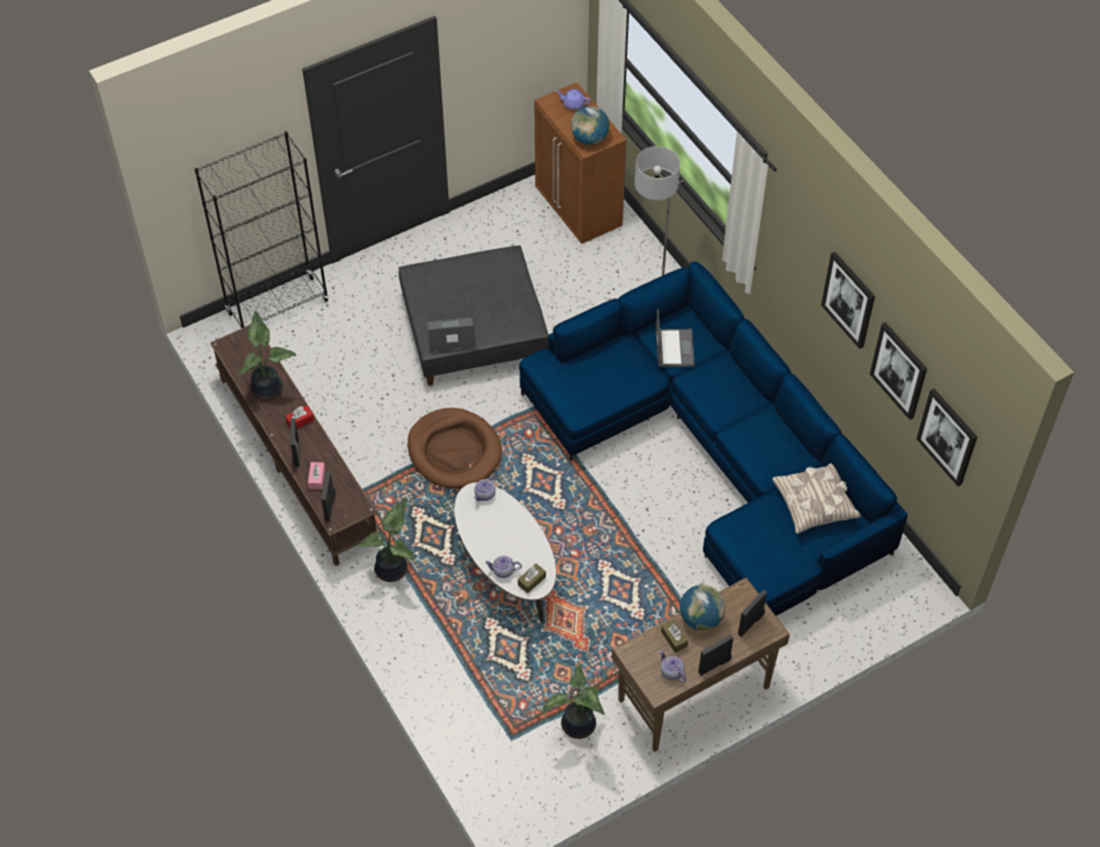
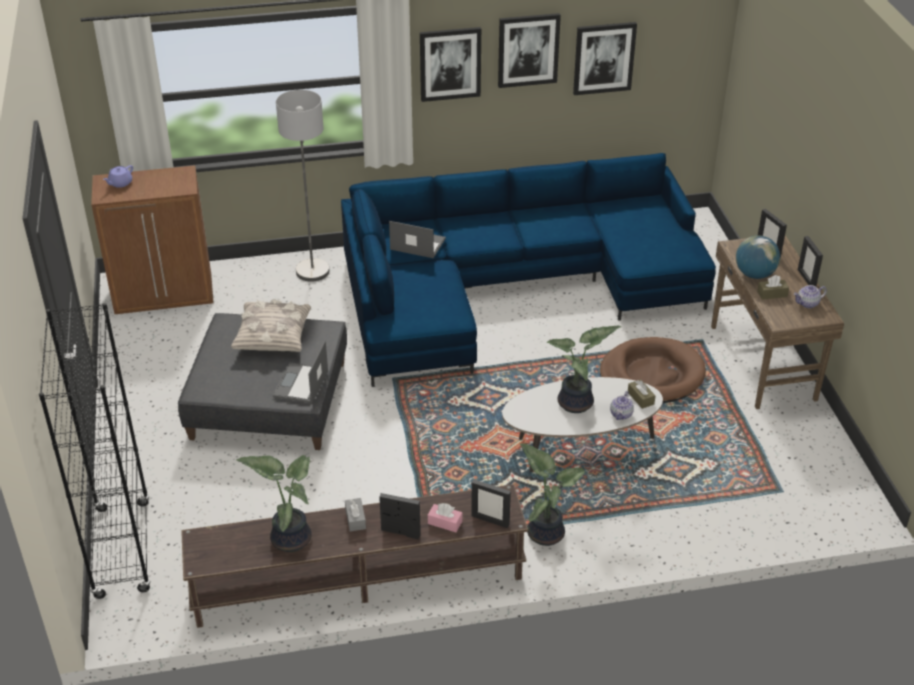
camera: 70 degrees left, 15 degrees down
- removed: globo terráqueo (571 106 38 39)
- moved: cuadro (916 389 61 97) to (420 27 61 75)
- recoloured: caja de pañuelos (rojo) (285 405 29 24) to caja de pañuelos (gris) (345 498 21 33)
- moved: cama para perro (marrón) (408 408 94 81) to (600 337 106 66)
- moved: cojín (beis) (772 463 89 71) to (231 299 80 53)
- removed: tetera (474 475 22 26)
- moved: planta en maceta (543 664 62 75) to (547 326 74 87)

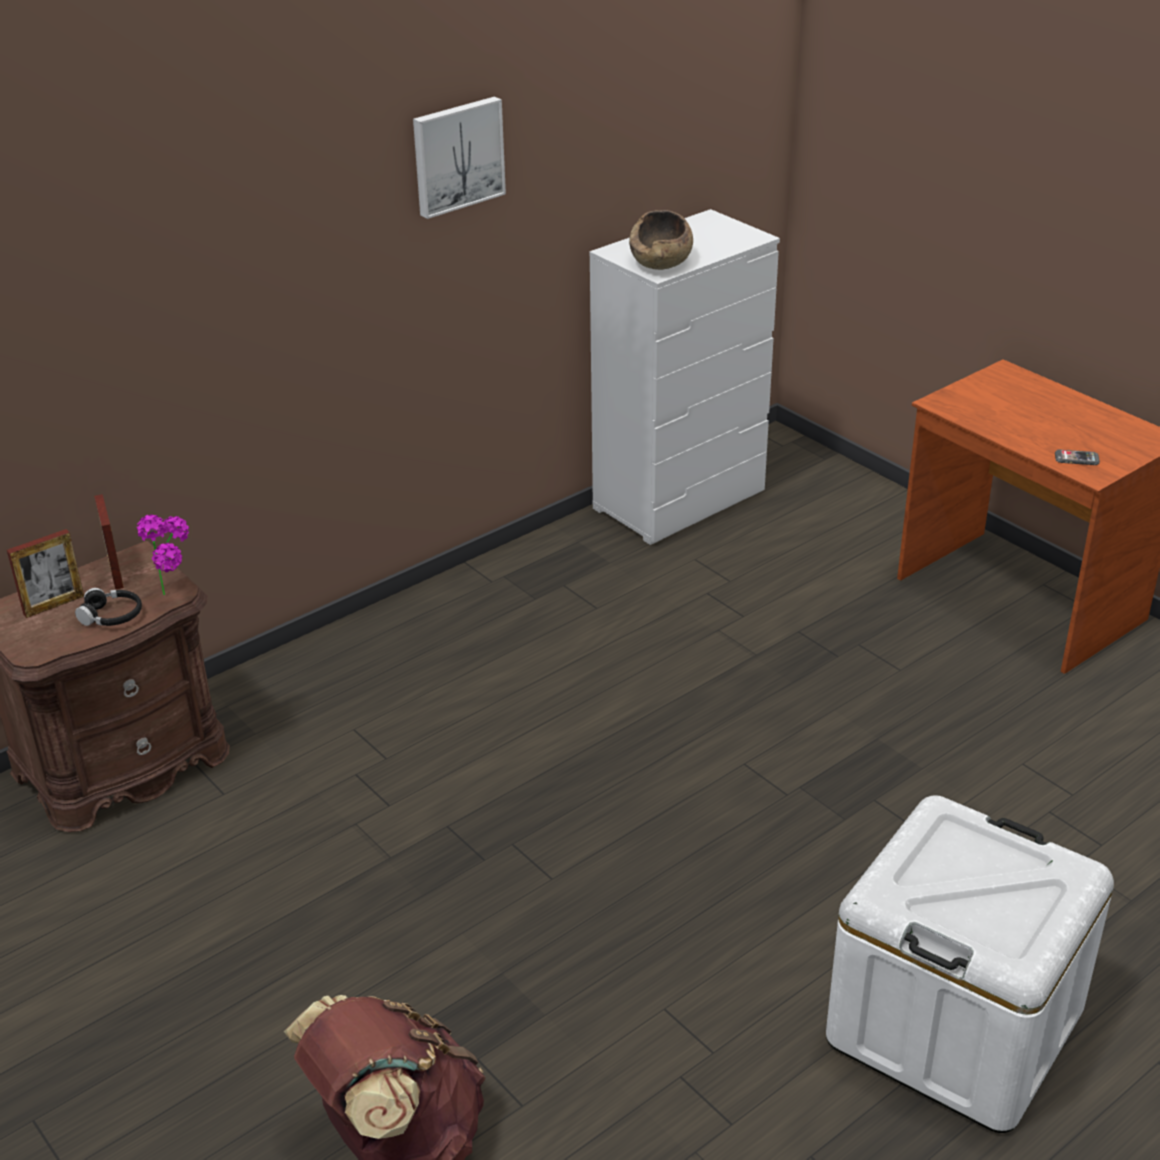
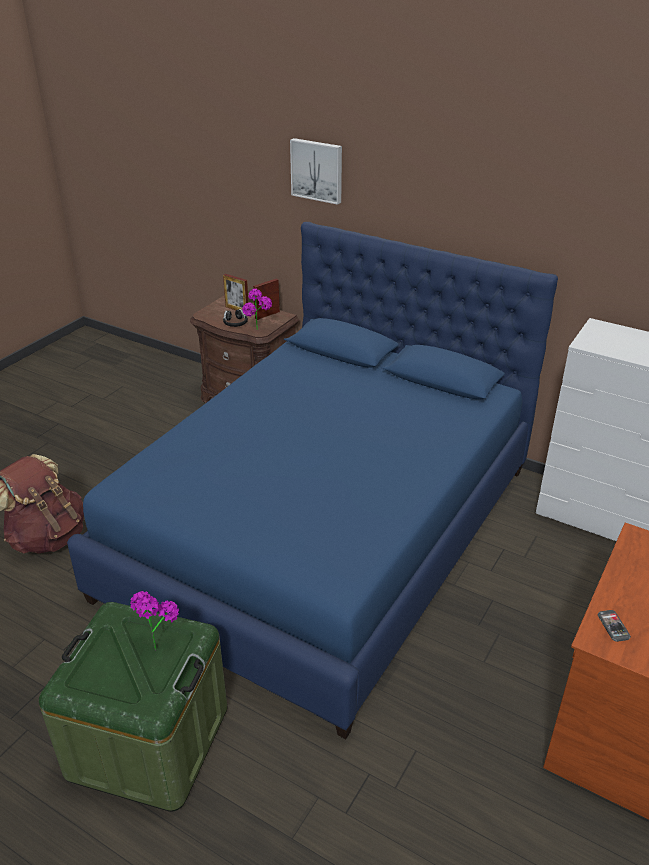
camera: 70 degrees right, 0 degrees up
- moved: cuadro (413 97 93 122) to (290 138 52 67)
- removed: cuenco (marrón) (629 210 64 60)
- recoloured: caja de almacenaje (blanco) (826 795 288 338) to caja de almacenaje (verde) (39 602 188 210)
- added: cama (azul) (67 222 491 517)
- added: planta en maceta (131 591 48 59)

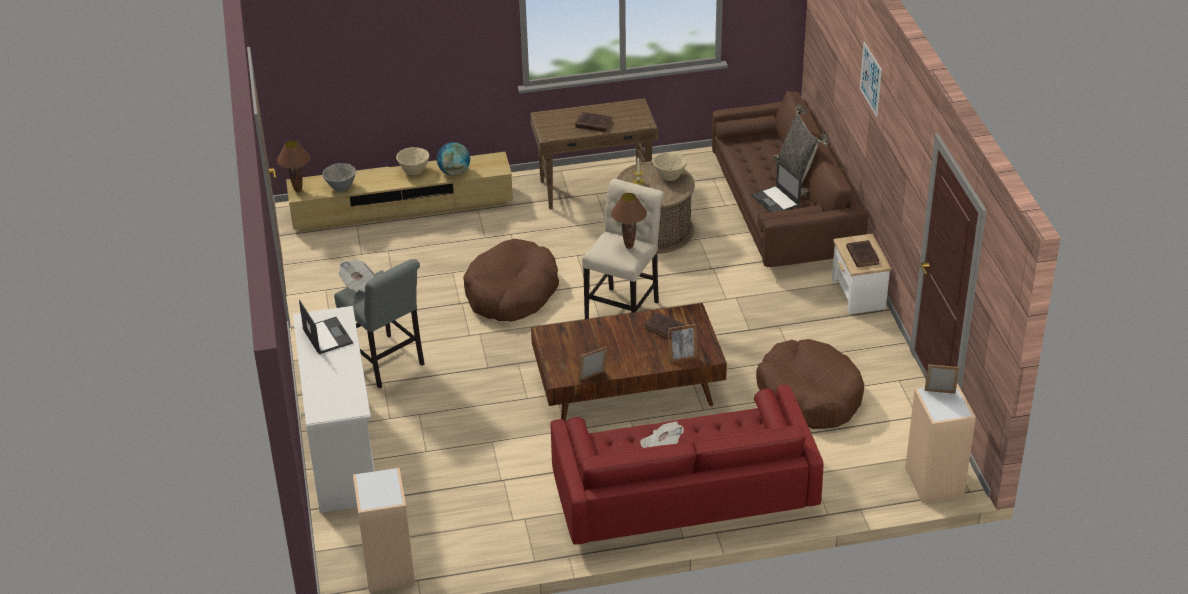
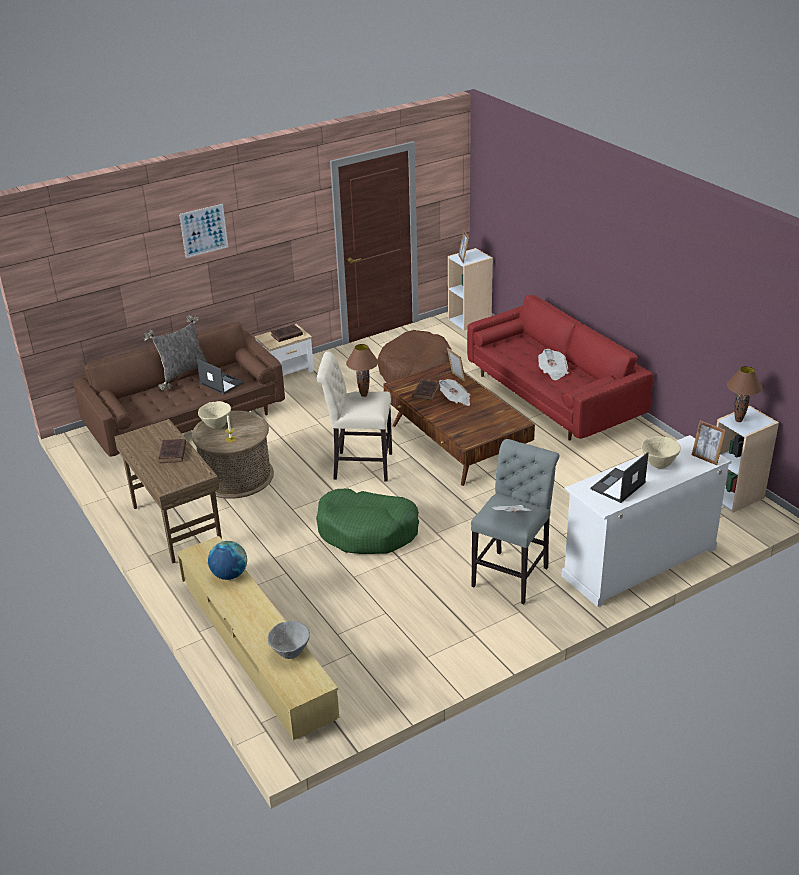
camera: 110 degrees left, 5 degrees down
- moved: lámpara de mesa (marrón) (277 140 33 52) to (727 366 35 56)
- moved: cuenco (beis) (396 147 33 28) to (641 436 40 33)
- turned: portátil (751 160 50 53) = (197 359 47 35) 90 degrees counterclockwise
- recoloured: cama para perro (marrón) (463 239 96 82) to cama para perro (verde) (316 488 103 66)
- moved: portarretratos (578 346 29 35) to (692 420 34 45)
- added: periódico (439 379 31 27)

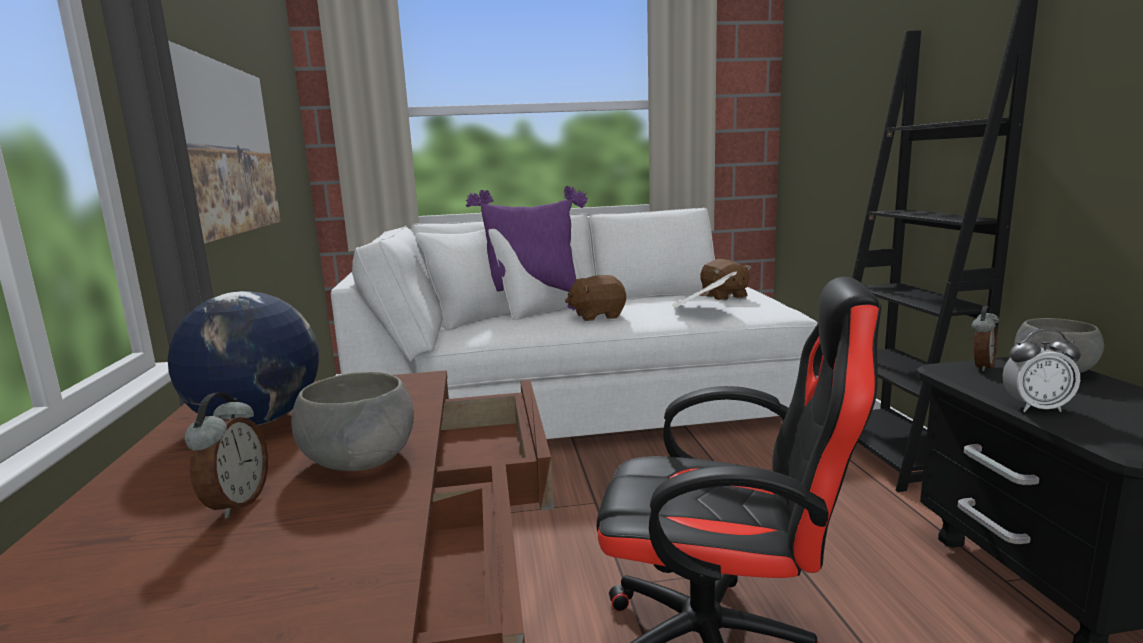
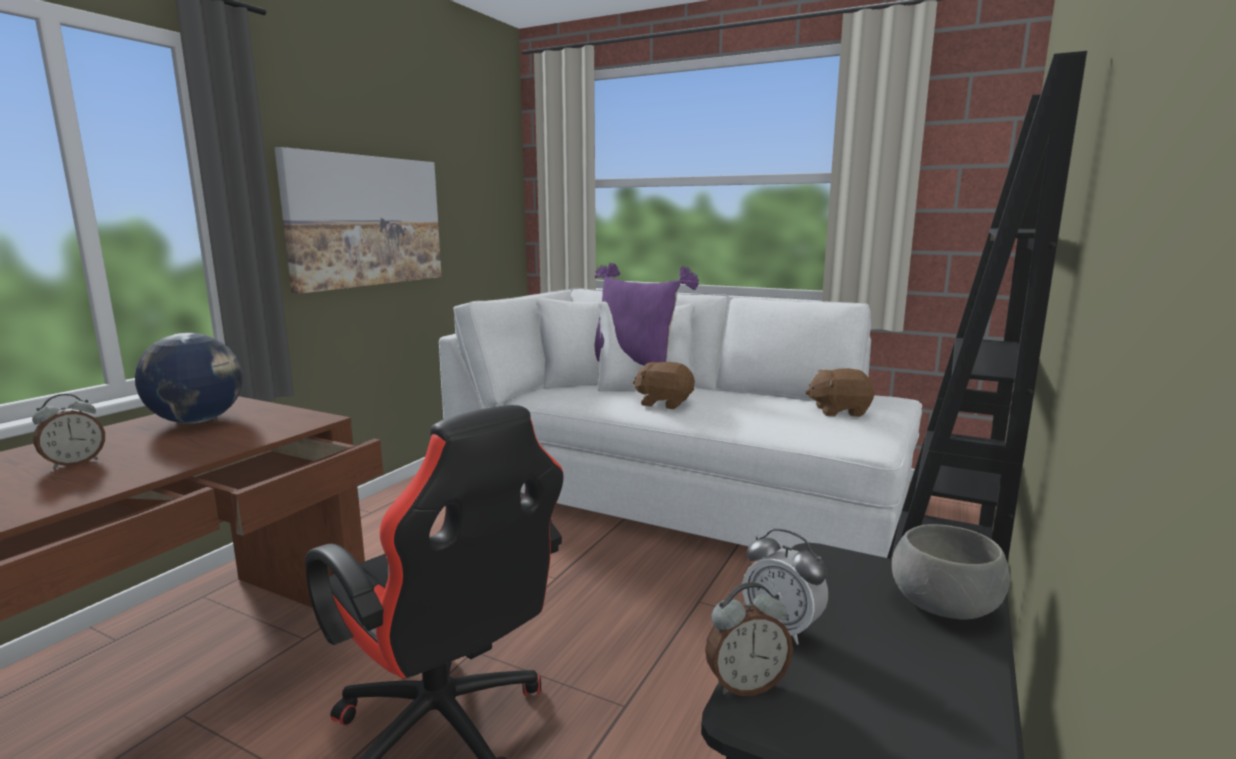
camera: 35 degrees right, 0 degrees up
- turned: peluche (marrón) (700 259 52 41) = (806 368 68 49) 75 degrees clockwise
- removed: periódico (672 272 65 37)
- moved: despertador (972 306 27 65) to (705 582 88 114)
- removed: cuenco (gris) (291 372 123 99)

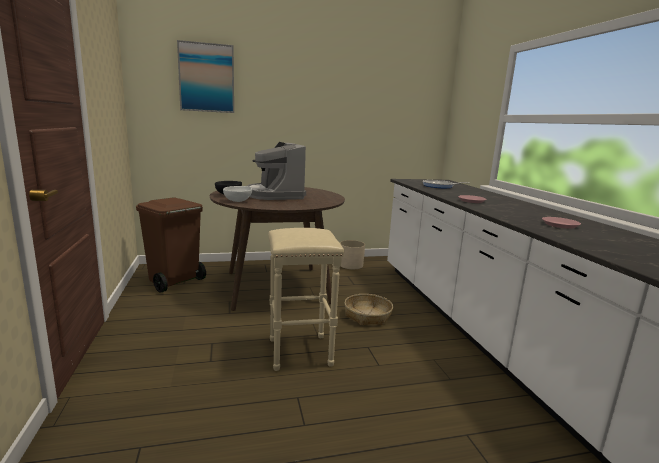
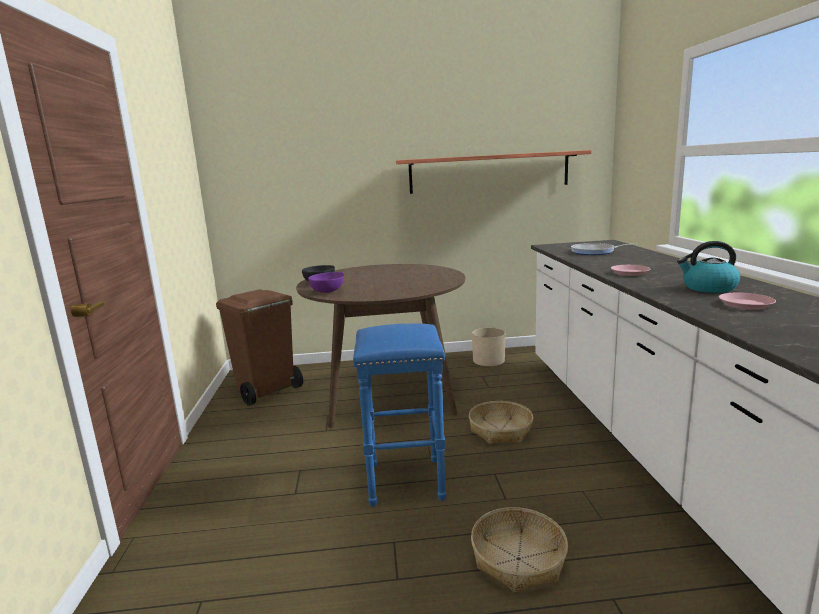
camera: 10 degrees right, 0 degrees up
- removed: cuadro (177 40 57 73)
- removed: cafetera (247 142 59 58)
- recoloured: cuenco (blanco) (223 186 29 16) to cuenco (morado) (308 272 36 21)
- recoloured: taburete (beis) (268 228 76 143) to taburete (azul) (353 323 93 183)
- added: estante (396 150 196 44)
- added: hervidor (677 241 64 52)
- added: cesta (471 507 97 85)

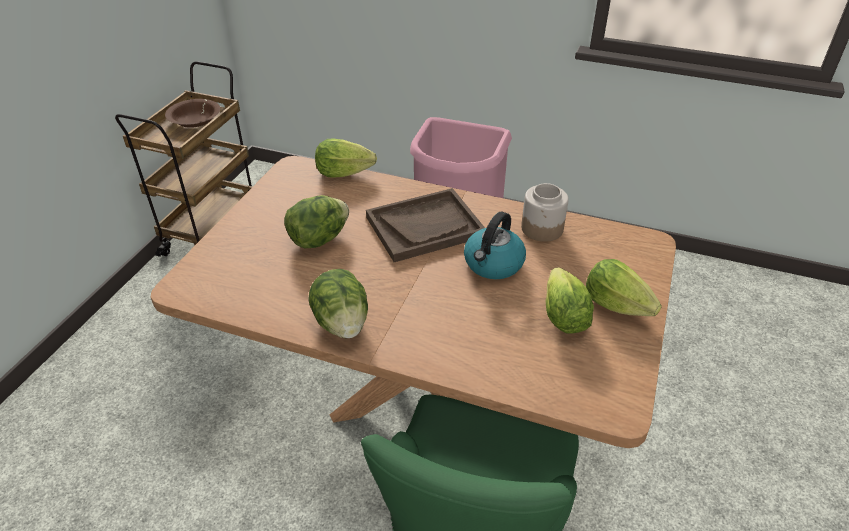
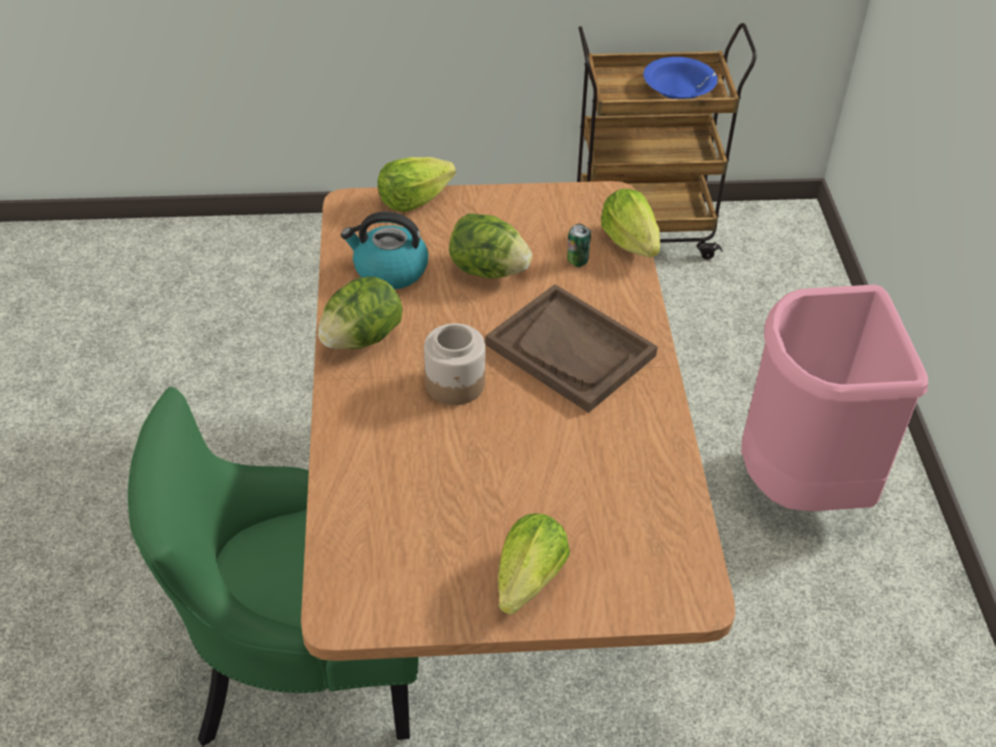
camera: 65 degrees right, 5 degrees up
- recoloured: cuenco (marrón) (165 99 55 29) to cuenco (azul) (643 57 75 42)
- moved: tarro (521 183 48 59) to (424 323 61 82)
- moved: hervidor (464 211 62 68) to (341 212 87 78)
- moved: lechuga (546 267 48 67) to (377 157 79 55)
- added: lata (567 224 24 43)

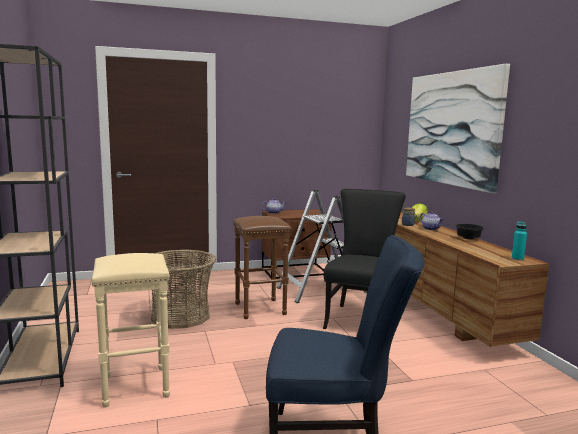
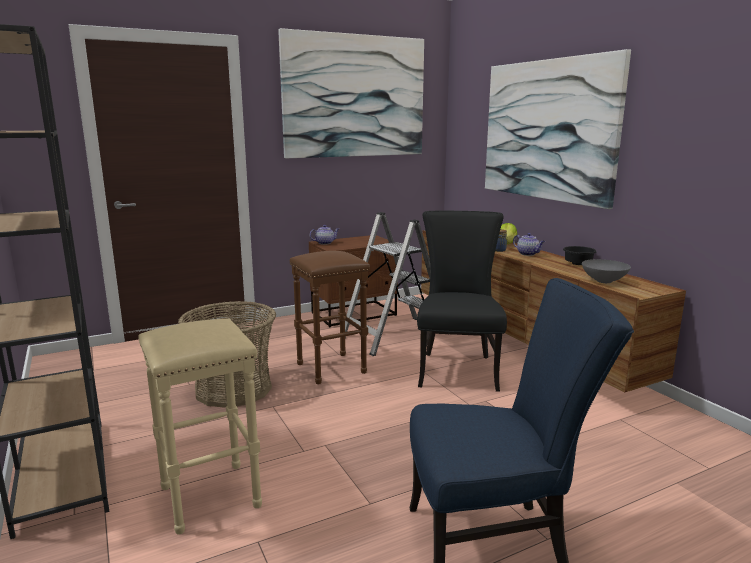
camera: 10 degrees left, 5 degrees up
- removed: botella (turquesa) (512 221 15 40)
- added: cuadro (278 28 146 130)
- added: cuenco (gris) (582 259 49 24)

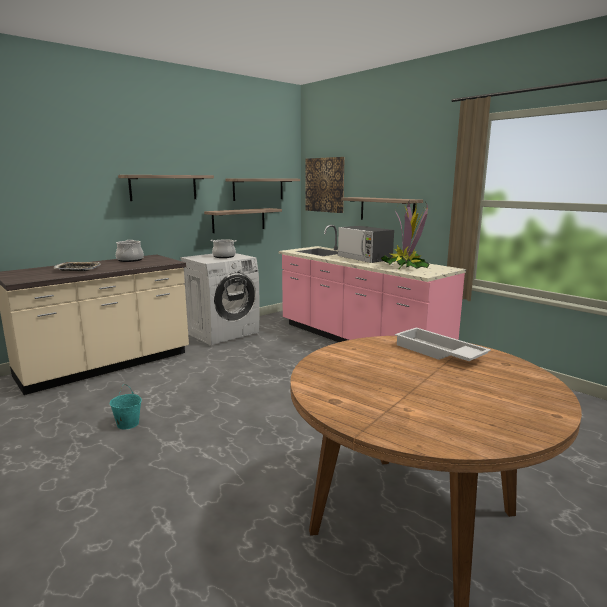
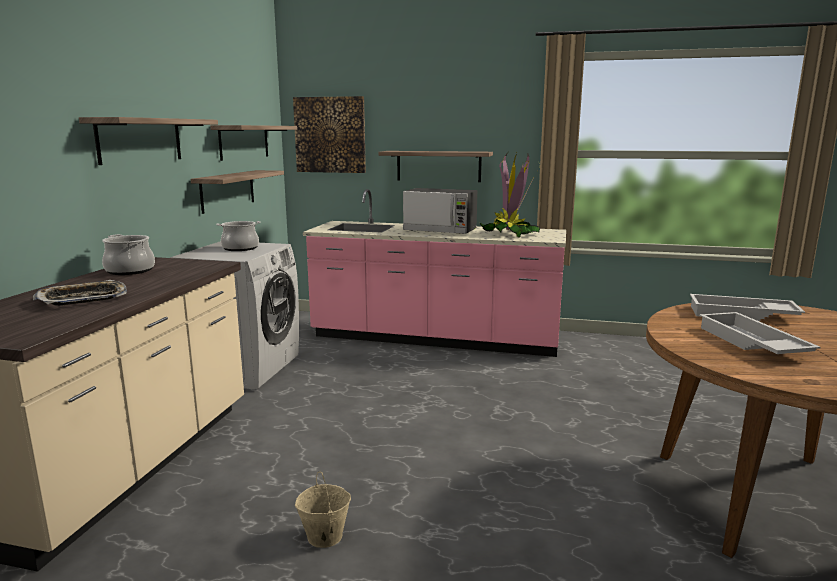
camera: 35 degrees left, 0 degrees up
- recoloured: cubo (turquesa) (110 384 32 45) to cubo (beis) (295 471 56 77)
- added: bandeja (blanco) (699 312 122 42)

